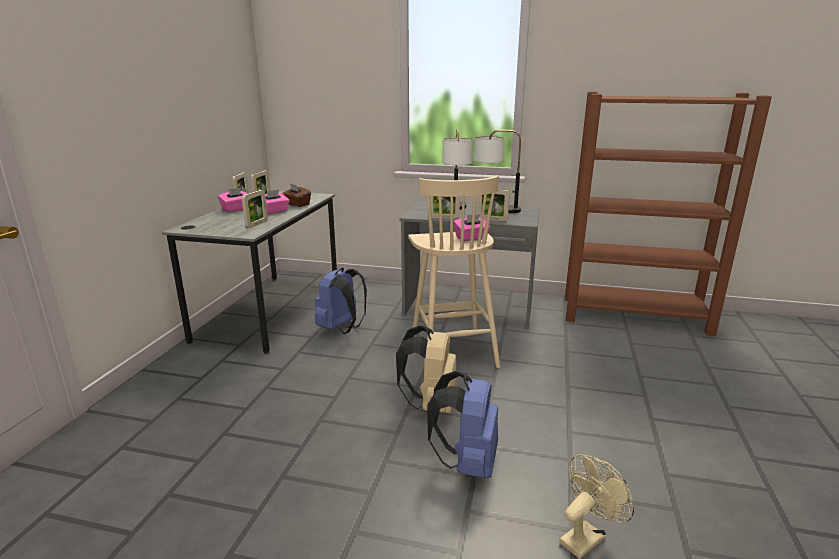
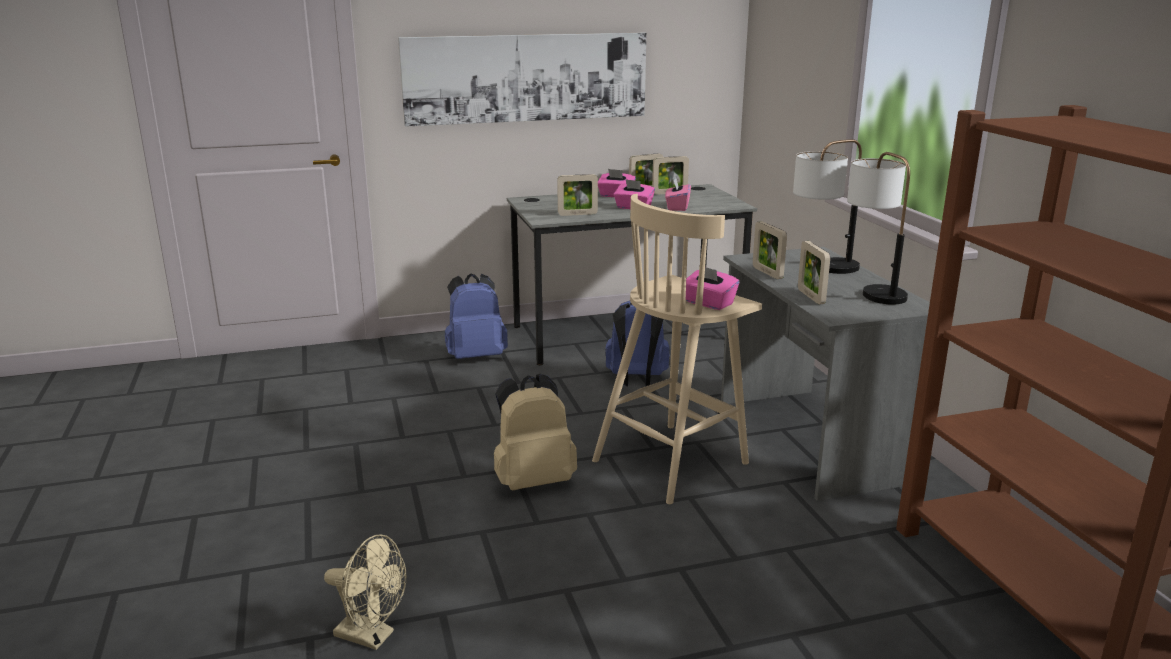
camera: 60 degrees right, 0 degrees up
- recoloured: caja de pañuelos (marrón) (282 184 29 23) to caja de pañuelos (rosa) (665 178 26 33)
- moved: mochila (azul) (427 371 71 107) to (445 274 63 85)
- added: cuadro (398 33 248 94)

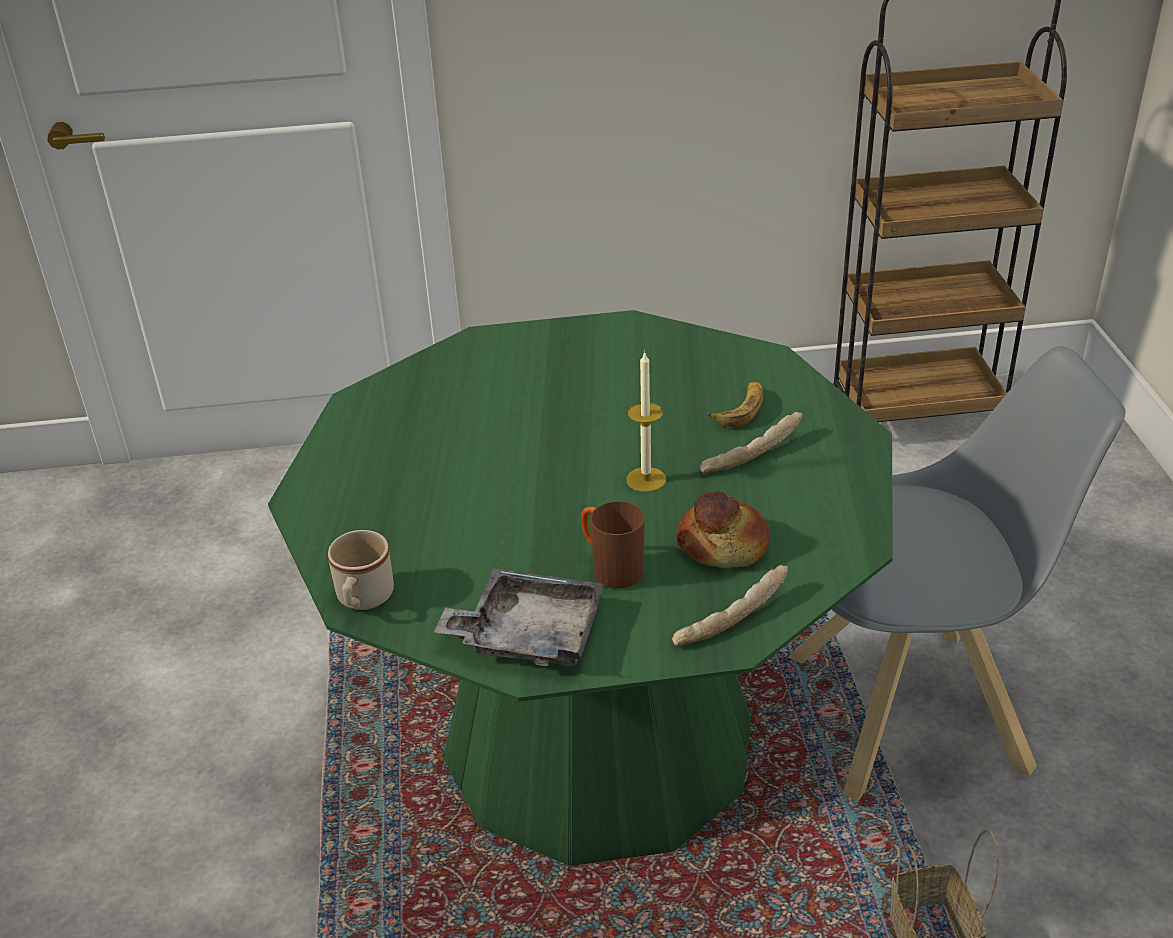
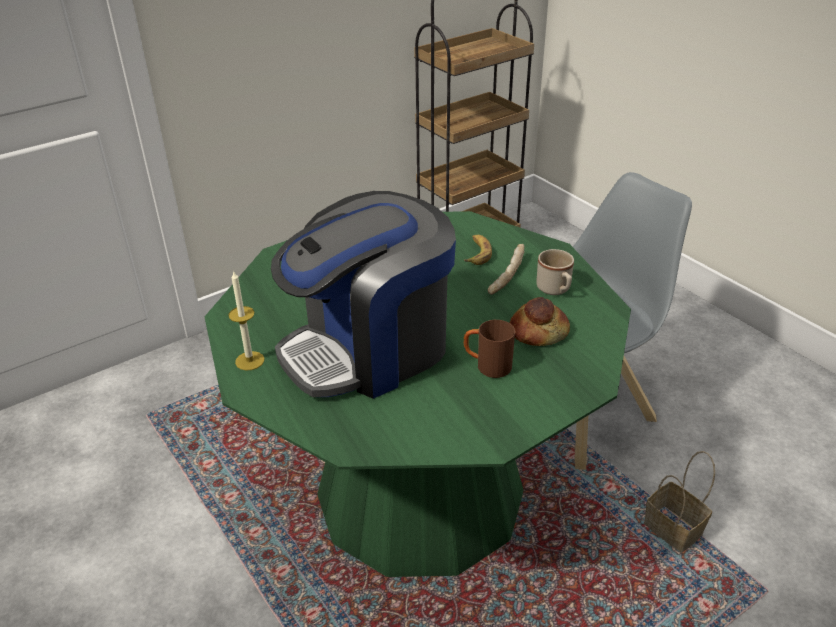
camera: 30 degrees left, 0 degrees up
- moved: vela (626 351 40 141) to (228 270 37 100)
- moved: taza grande (beis) (328 530 66 80) to (537 249 37 46)
- removed: pan (672 565 116 81)
- removed: bandeja (gris) (434 568 170 99)
- added: cafetera (271 191 185 208)

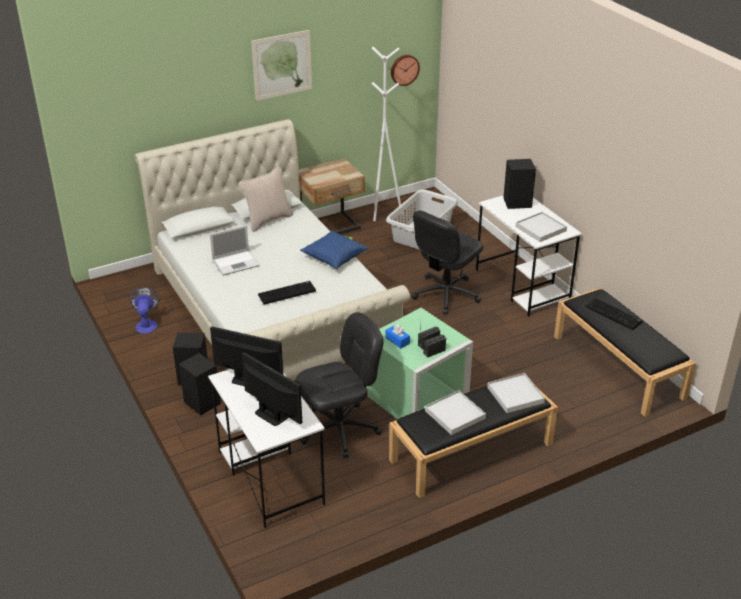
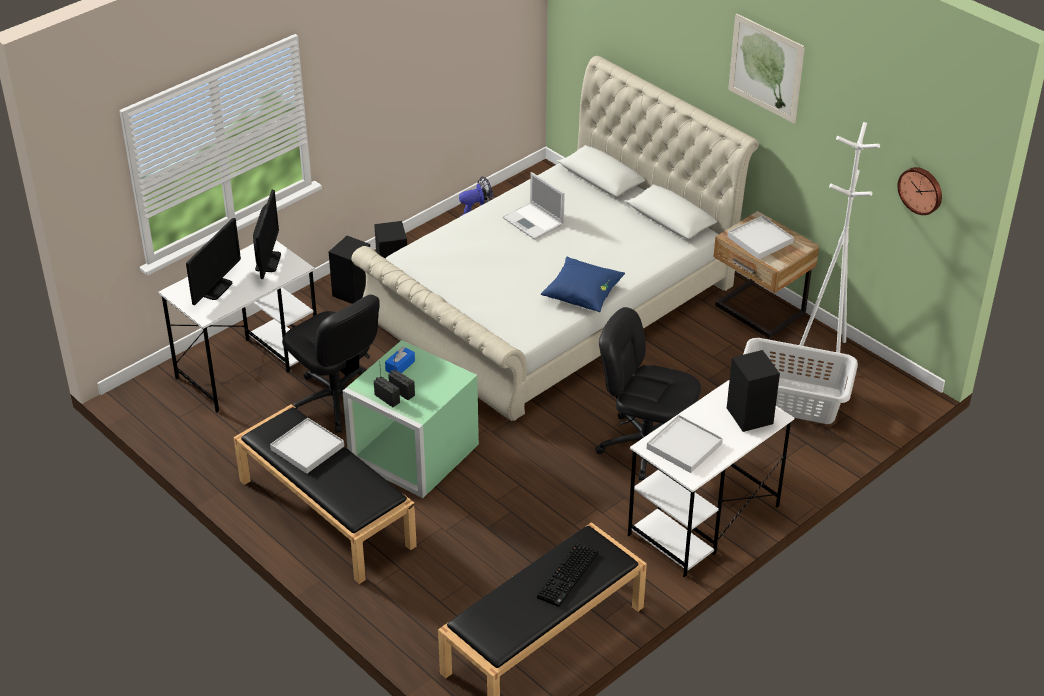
camera: 75 degrees right, 5 degrees up
- removed: cojín (beis) (238 167 55 65)
- removed: teclado (258 281 58 24)
- moved: bandeja (blanco) (487 373 58 40) to (728 215 66 45)

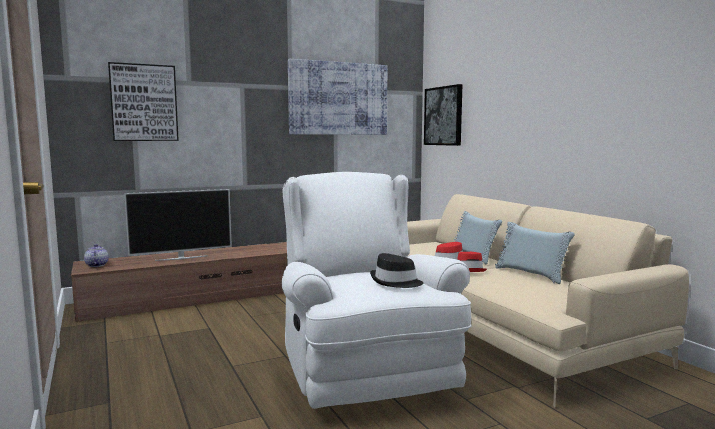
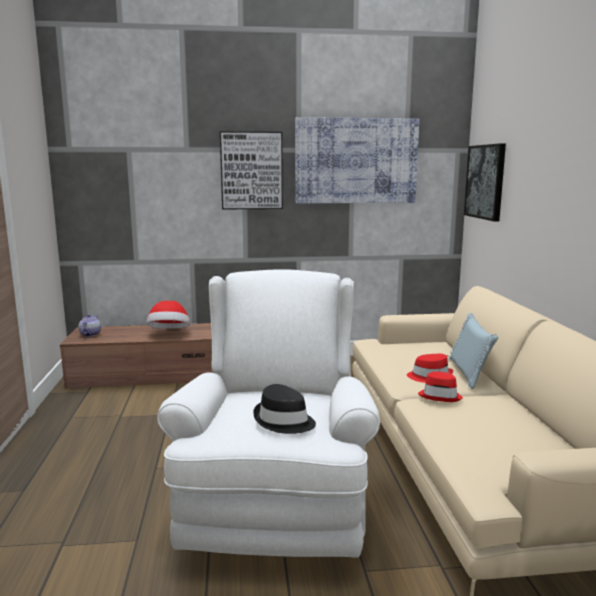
camera: 20 degrees right, 5 degrees up
- moved: cuadro (108 62 71 79) to (220 131 63 78)
- replaced: televisor (124 189 108 72) to sombrero (146 301 44 28)
- removed: cojín (azul) (495 222 80 62)

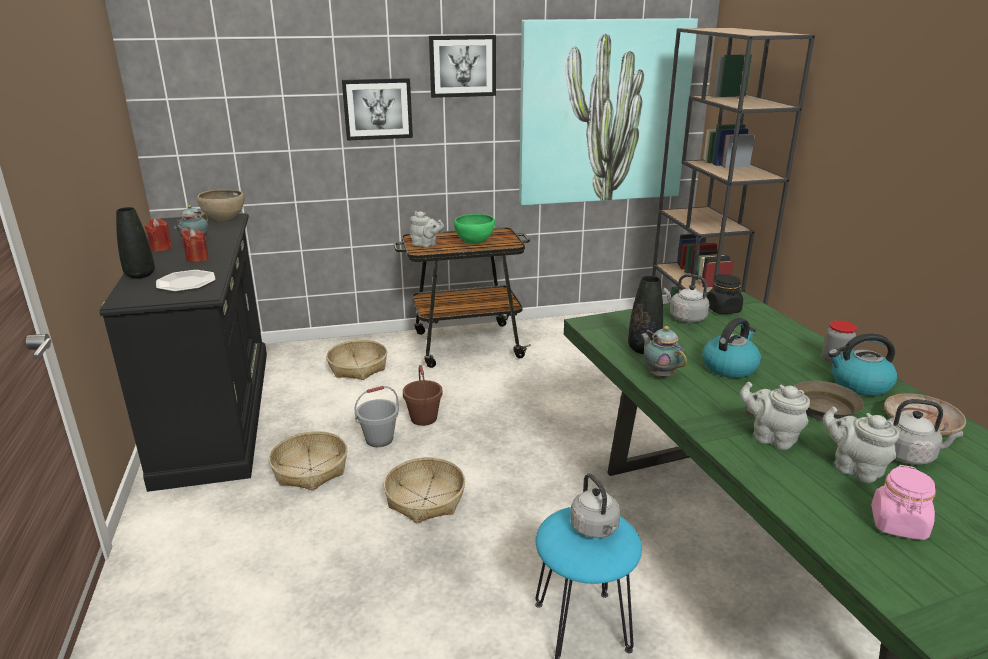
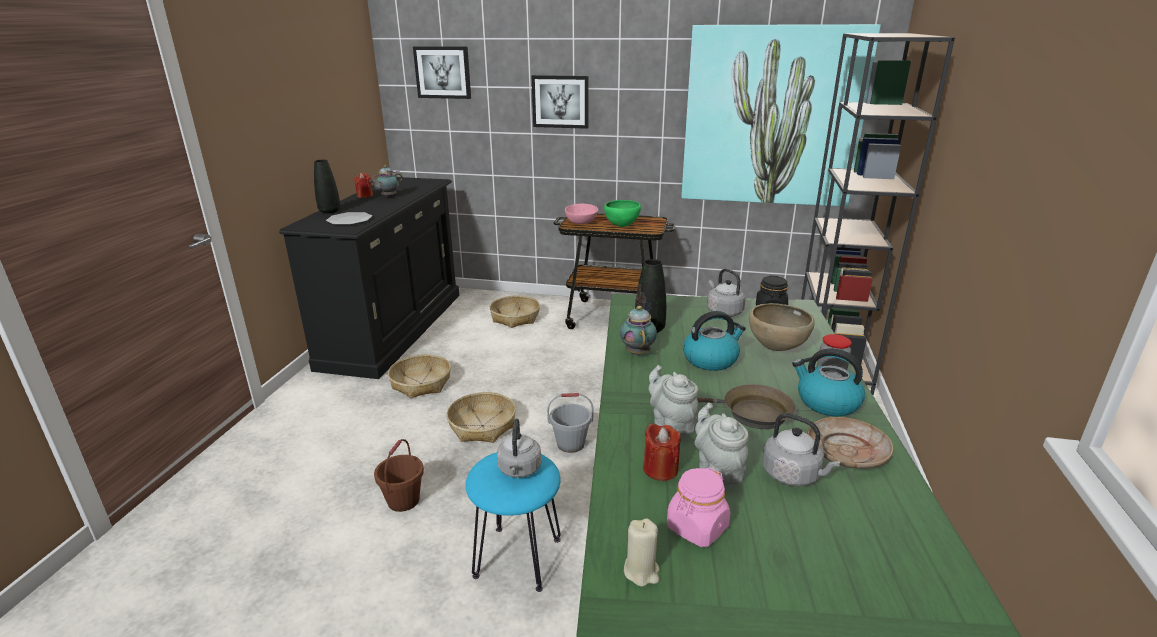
camera: 25 degrees right, 0 degrees up
- moved: cuadro (429 35 67 63) to (413 46 58 53)
- moved: cuenco (marrón) (197 190 47 31) to (749 303 66 48)
- replaced: tetera (gris) (410 211 34 36) to cuenco (rosa) (565 204 33 20)
- moved: vela (rojo) (181 229 28 33) to (643 424 37 57)
- moved: cubo (marrón) (403 365 40 61) to (374 439 50 73)
- moved: cubo (gris) (354 386 45 61) to (547 393 46 60)
- added: vela (beis) (624 519 35 67)

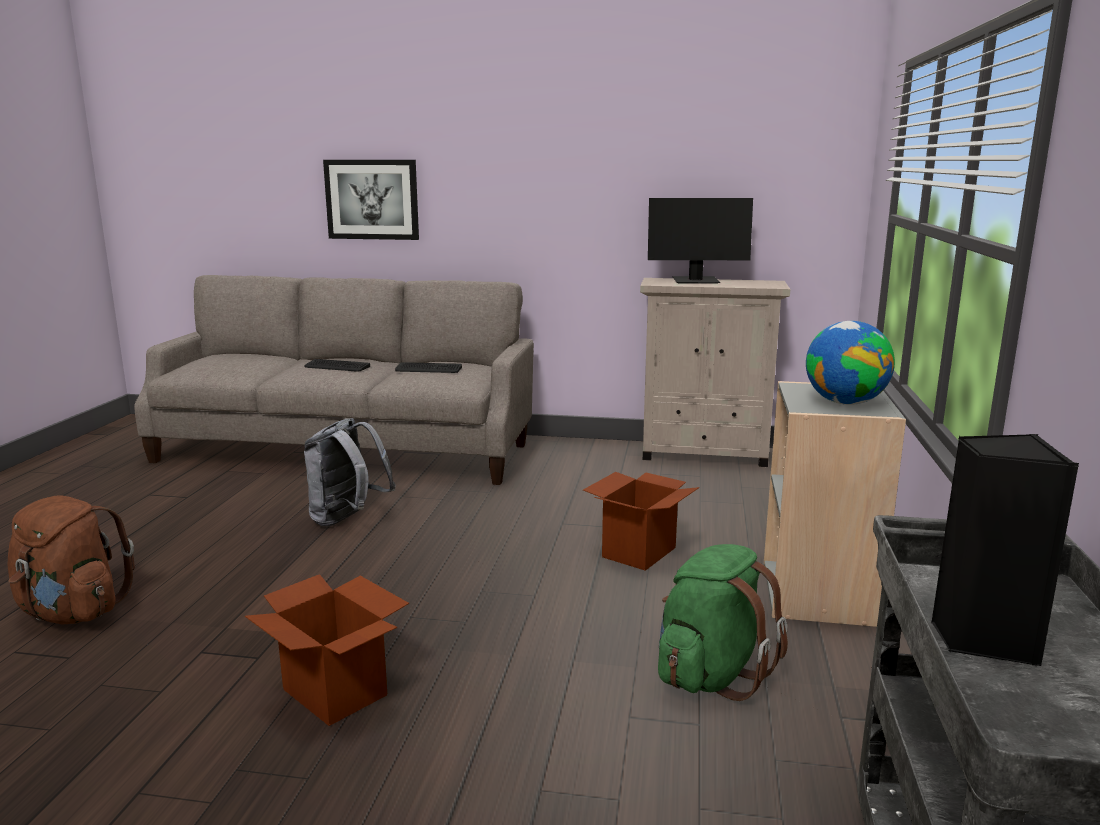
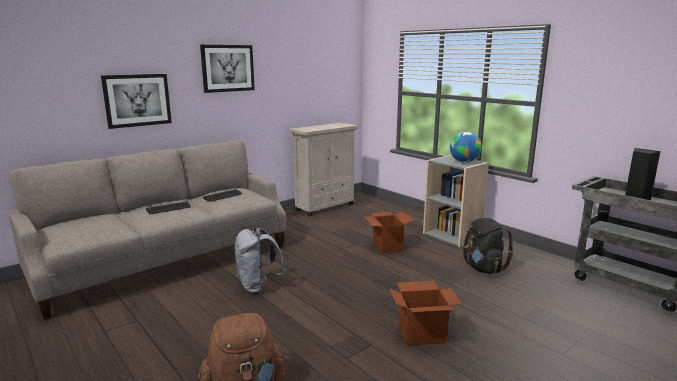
camera: 50 degrees left, 0 degrees up
- removed: monitor (648 198 105 86)
- recoloured: mochila (verde) (658 544 130 157) to mochila (negro) (463 218 51 56)
- added: cuadro (200 45 55 48)

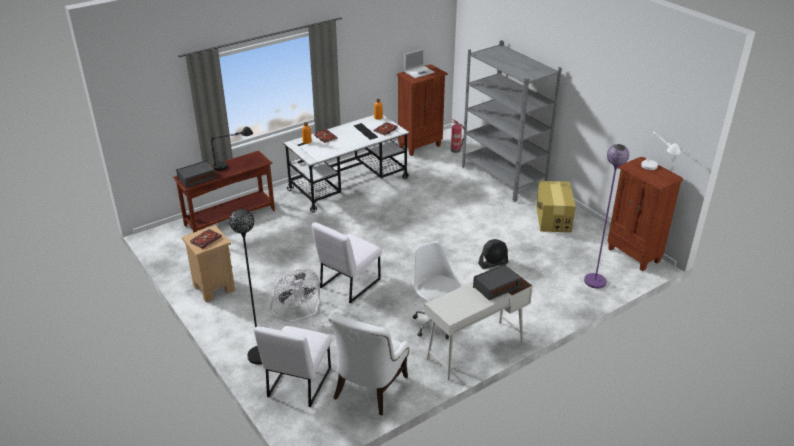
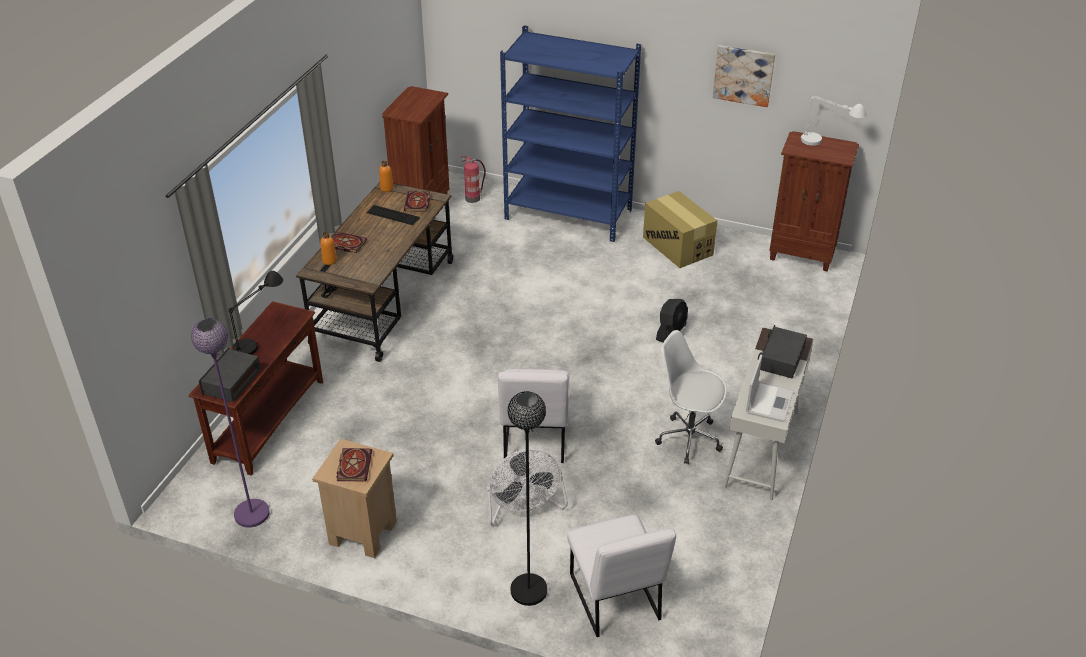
camera: 35 degrees left, 5 degrees up
- recoloured: estantería (gris) (462 40 99 162) to estantería (azul) (500 26 141 216)
- moved: portátil (404 49 31 29) to (746 355 48 67)
- recoloured: escritorio (blanco) (283 115 126 97) to escritorio (marrón) (296 182 157 180)
- moved: lámpara de pie (morado) (584 144 45 145) to (191 318 79 210)
- turned: ventilador (blanco) (270 268 54 59) = (487 449 81 78) 135 degrees counterclockwise
- removed: silla (blanco) (328 313 82 102)
- added: cuadro (713 45 62 62)

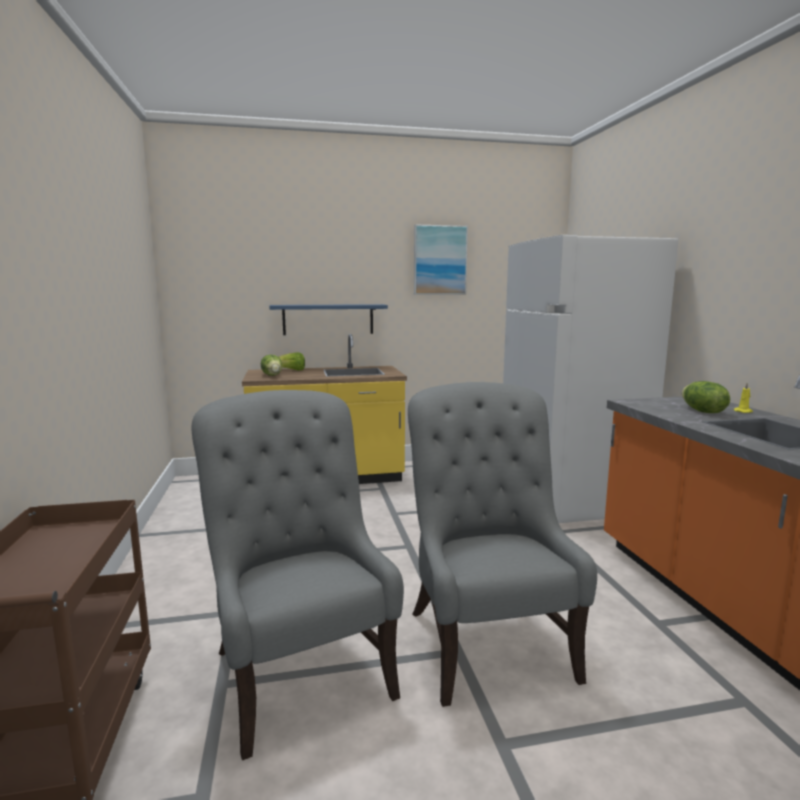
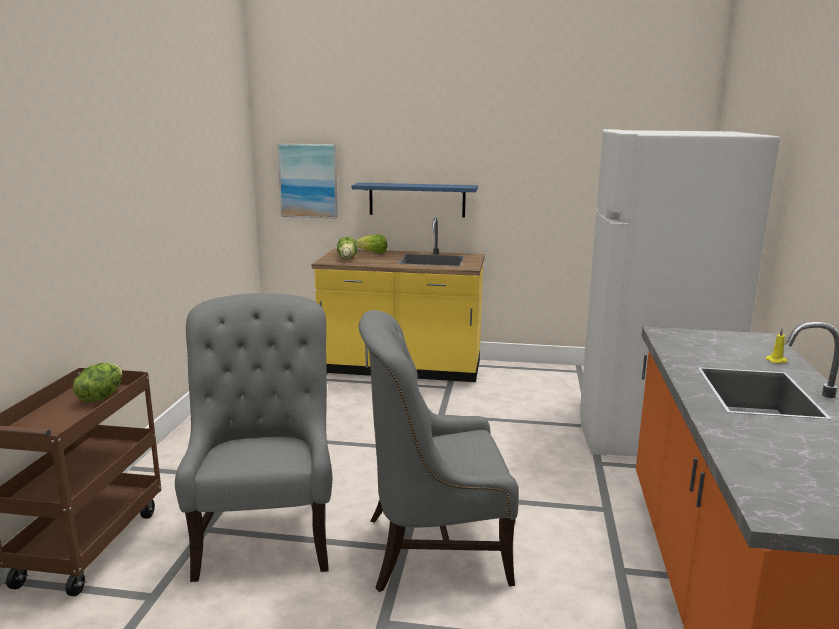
camera: 20 degrees right, 5 degrees up
- moved: cuadro (414 224 54 70) to (277 143 61 76)
- moved: lechuga (682 381 48 32) to (73 363 49 39)
- turned: silla (gris) (408 382 189 325) = (359 310 160 282) 105 degrees counterclockwise

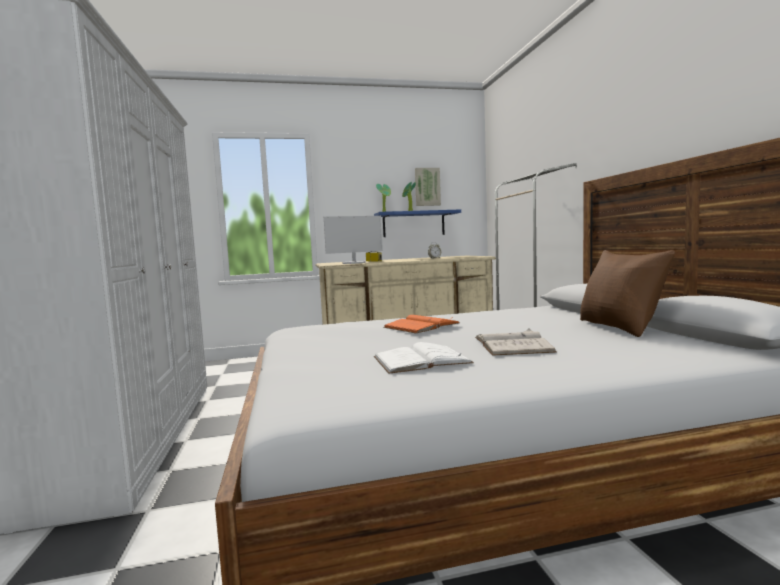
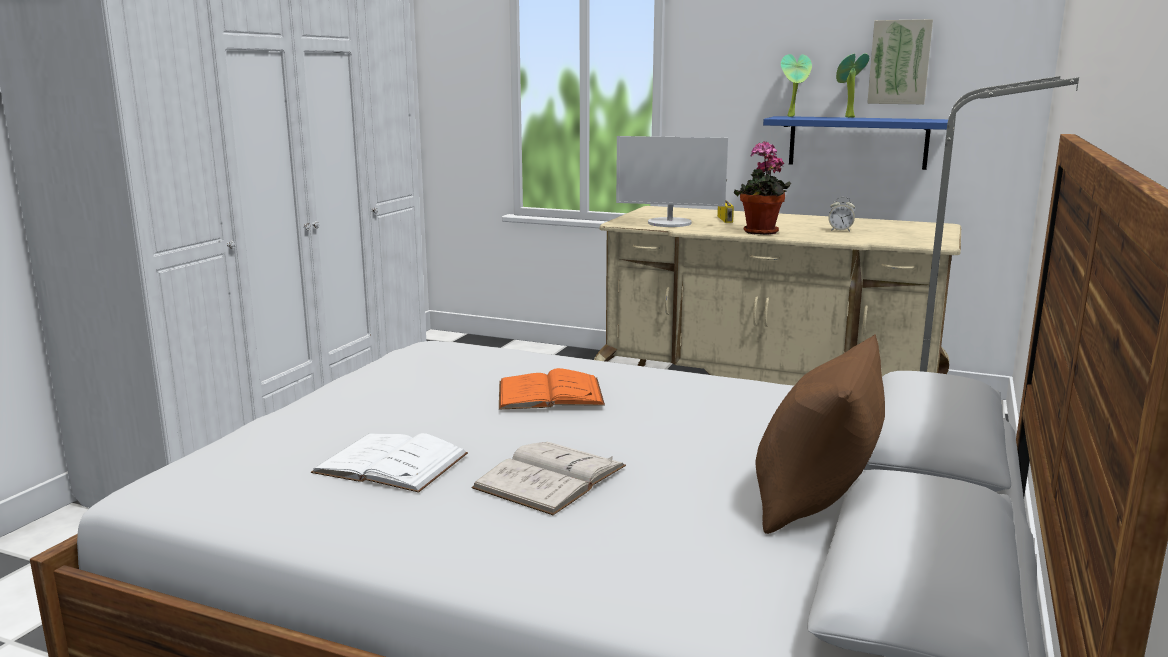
camera: 35 degrees right, 10 degrees up
- added: planta en maceta (734 141 57 94)

